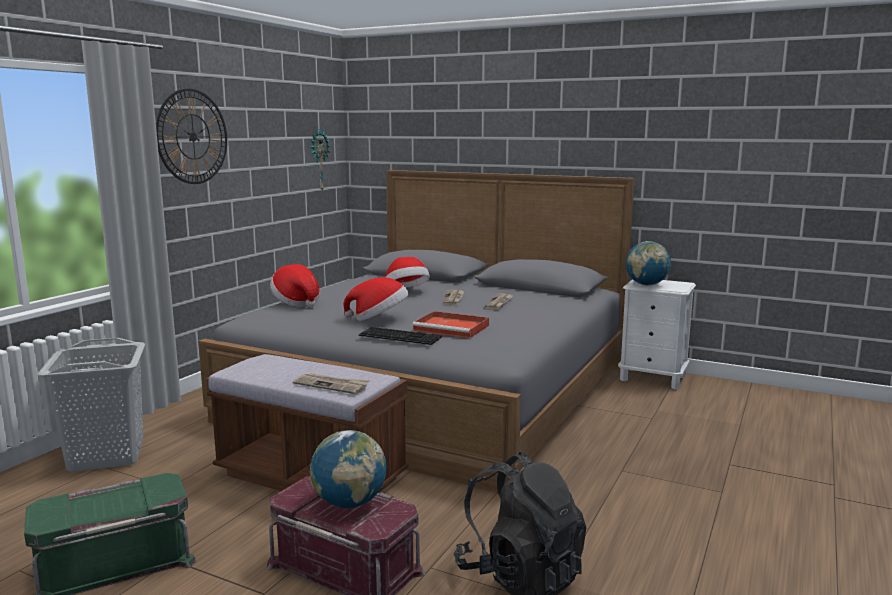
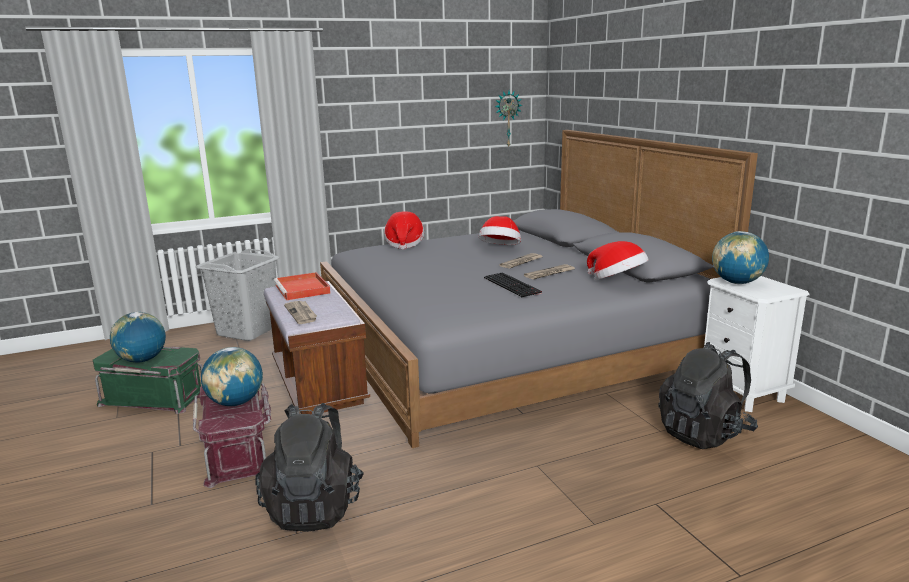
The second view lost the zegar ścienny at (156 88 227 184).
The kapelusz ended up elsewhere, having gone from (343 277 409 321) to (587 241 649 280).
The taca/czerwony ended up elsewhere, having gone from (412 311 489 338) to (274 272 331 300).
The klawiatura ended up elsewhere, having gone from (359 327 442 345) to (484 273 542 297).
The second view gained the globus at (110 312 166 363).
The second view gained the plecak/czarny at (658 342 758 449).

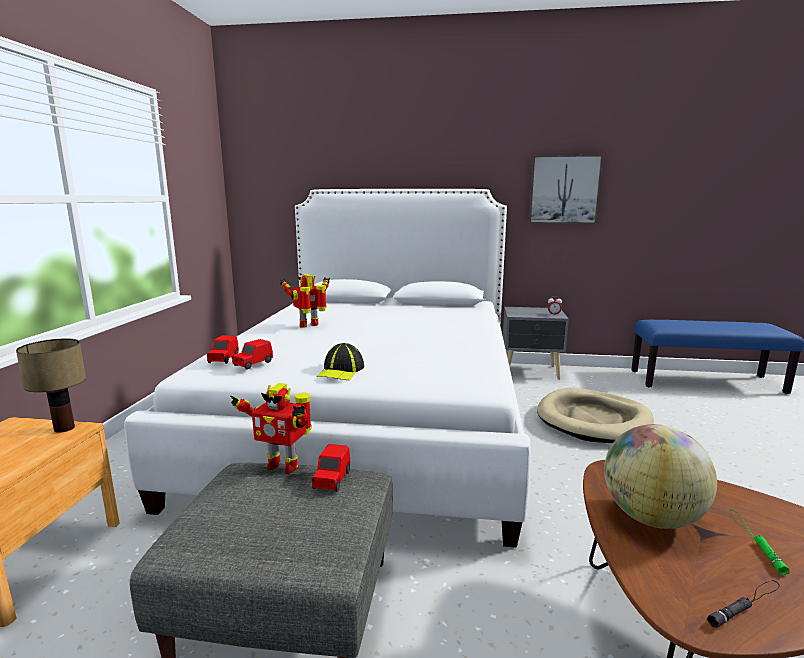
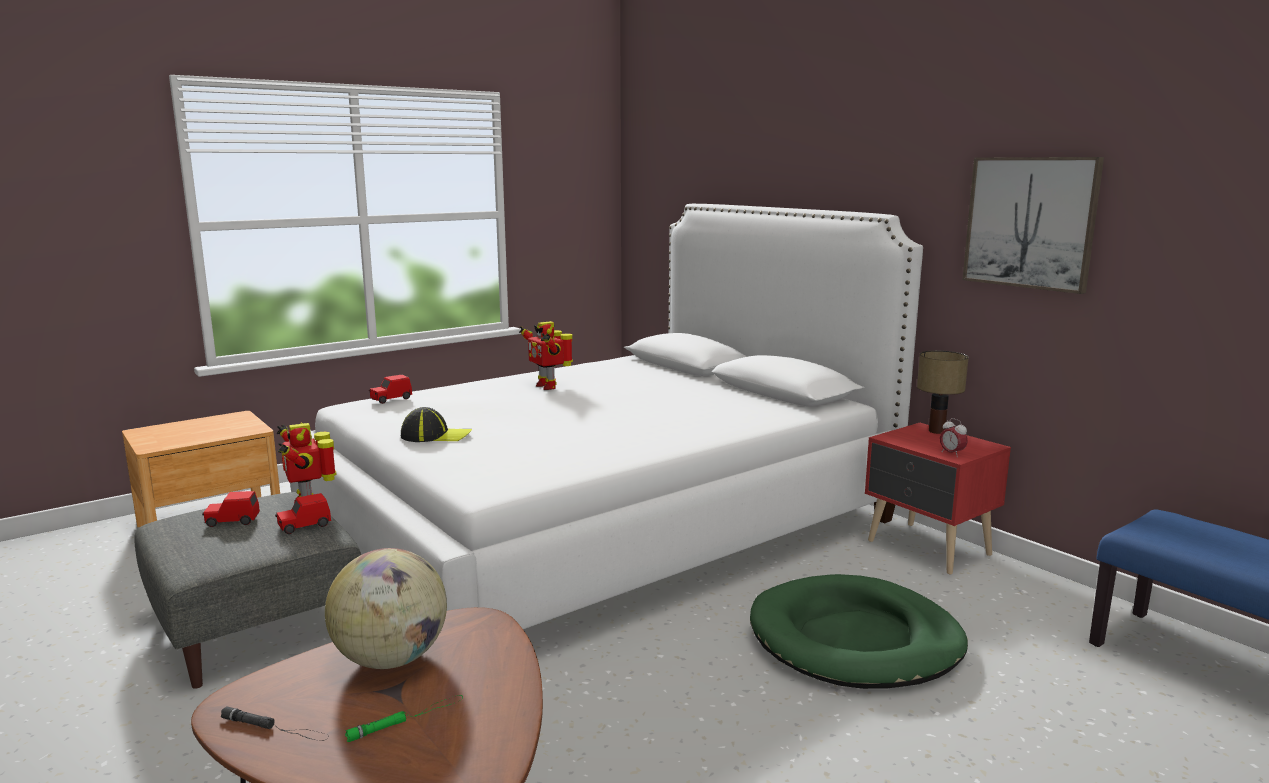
The robot zabawkowy at (280 274 330 328) ended up facing another way, 135 degrees counterclockwise from before.
What was the szafka nocna/szary at (503 307 569 380) turned into the szafka nocna/czerwony at (865 423 1011 575).
The lampa stołowa ended up elsewhere, having gone from (16 339 86 433) to (917 350 969 434).
The samochodzik/czerwony ended up elsewhere, having gone from (231 339 273 369) to (202 491 260 527).
The czapka z daszkiem at (316 343 364 380) ended up facing another way, 150 degrees counterclockwise from before.
What was the legowisko/beżowy at (537 387 654 443) turned into the legowisko/zielony at (750 574 968 689).

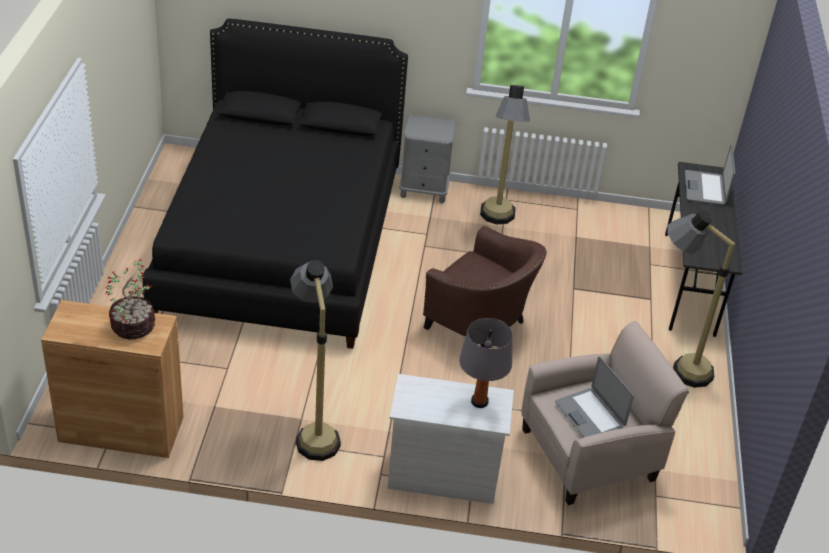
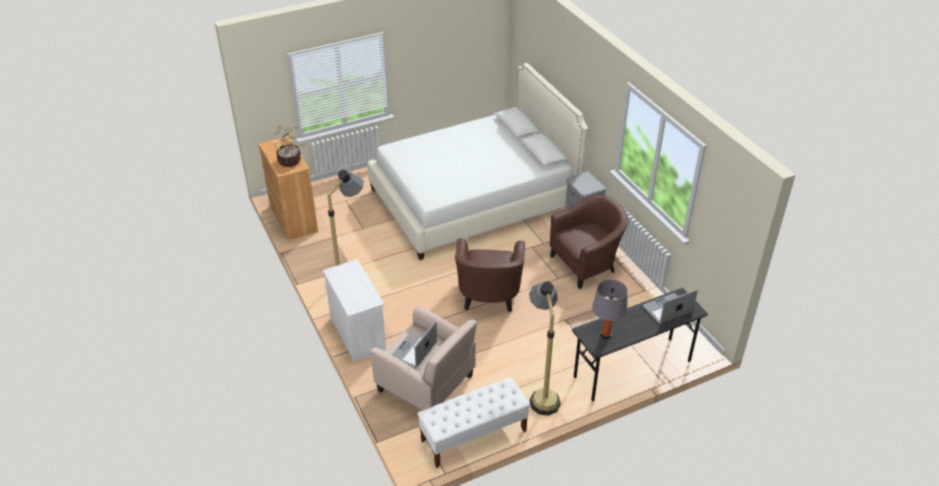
What was the łóżko/czarny at (143 19 408 349) turned into the łóżko/biały at (367 63 588 260).
Where the lampa stojąca stood at (480 85 530 225), the fotel/brązowy came to stand at (550 194 628 289).
The lampa stołowa/szary ended up elsewhere, having gone from (459 318 513 408) to (592 280 627 339).
The second view gained the ławka/biały at (417 377 530 468).

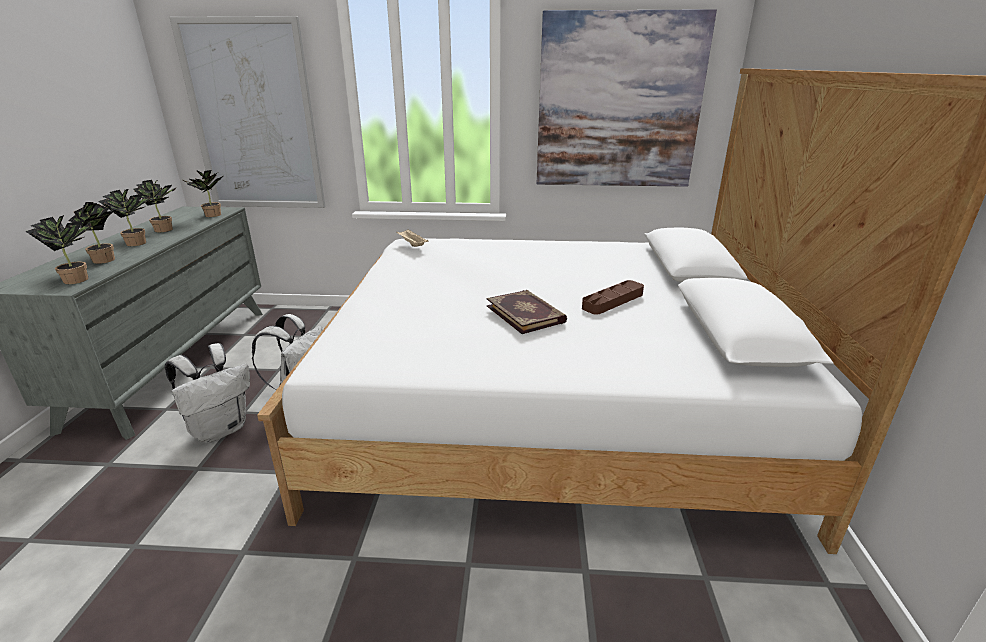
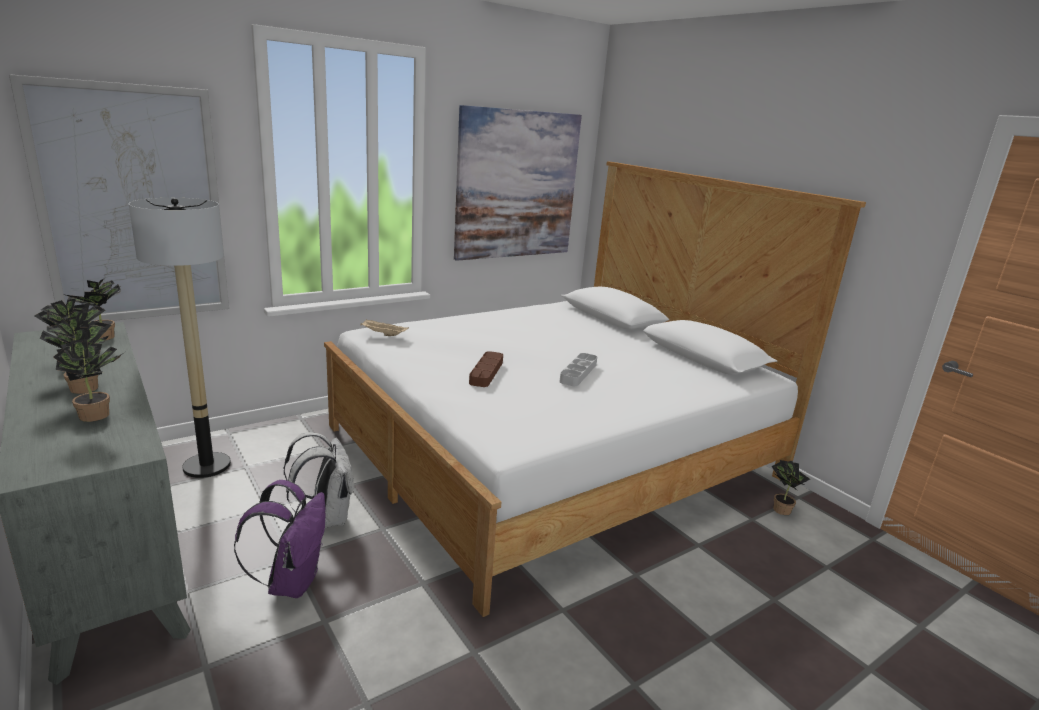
The roślina doniczkowa ended up elsewhere, having gone from (25 215 92 284) to (771 460 810 515).
The taca/brązowy ended up elsewhere, having gone from (582 280 644 315) to (469 351 503 387).
Where the książka stood at (487 290 567 334), the taca/szary came to stand at (560 353 597 386).
What was the plecak/biały at (165 343 250 443) turned into the plecak/fioletowy at (234 480 325 598).
The second view gained the lampa stojąca at (129 198 231 478).

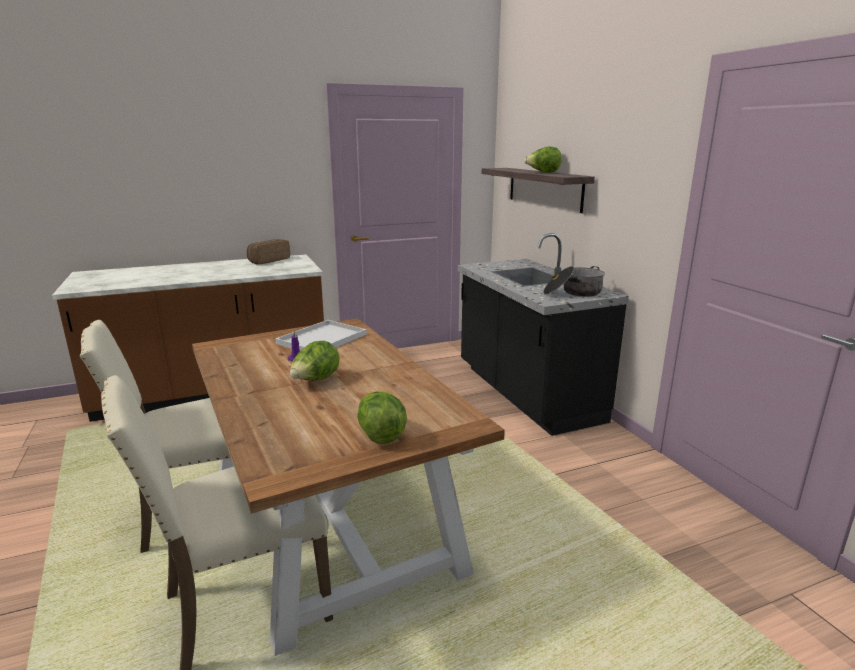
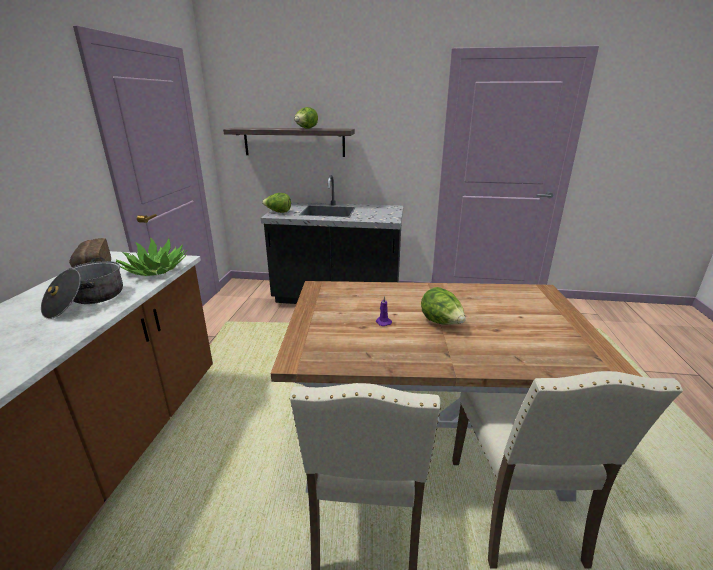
The garnek ended up elsewhere, having gone from (543 266 605 297) to (41 257 123 319).
The second view lost the taca/biały at (275 320 367 351).
The sałata ended up elsewhere, having gone from (357 392 407 444) to (262 193 291 213).
The second view gained the roślina doniczkowa at (116 237 187 276).

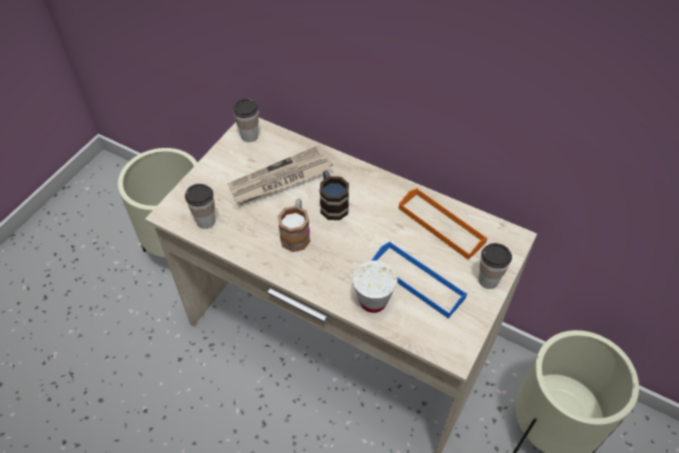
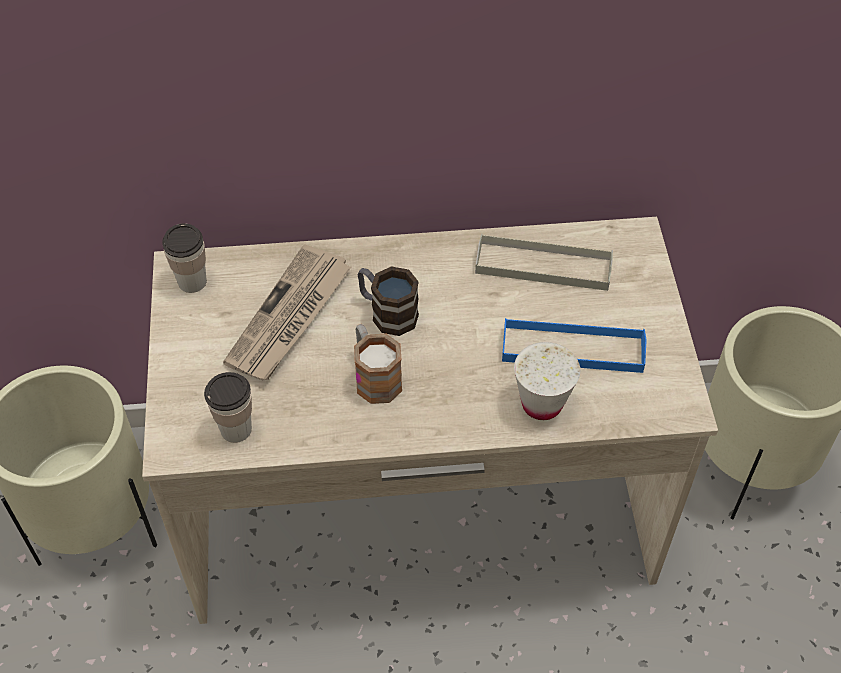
What was the taca/pomarańczowy at (399 188 488 260) turned into the taca/szary at (475 234 613 291).
The second view lost the filiżanka at (478 243 512 289).

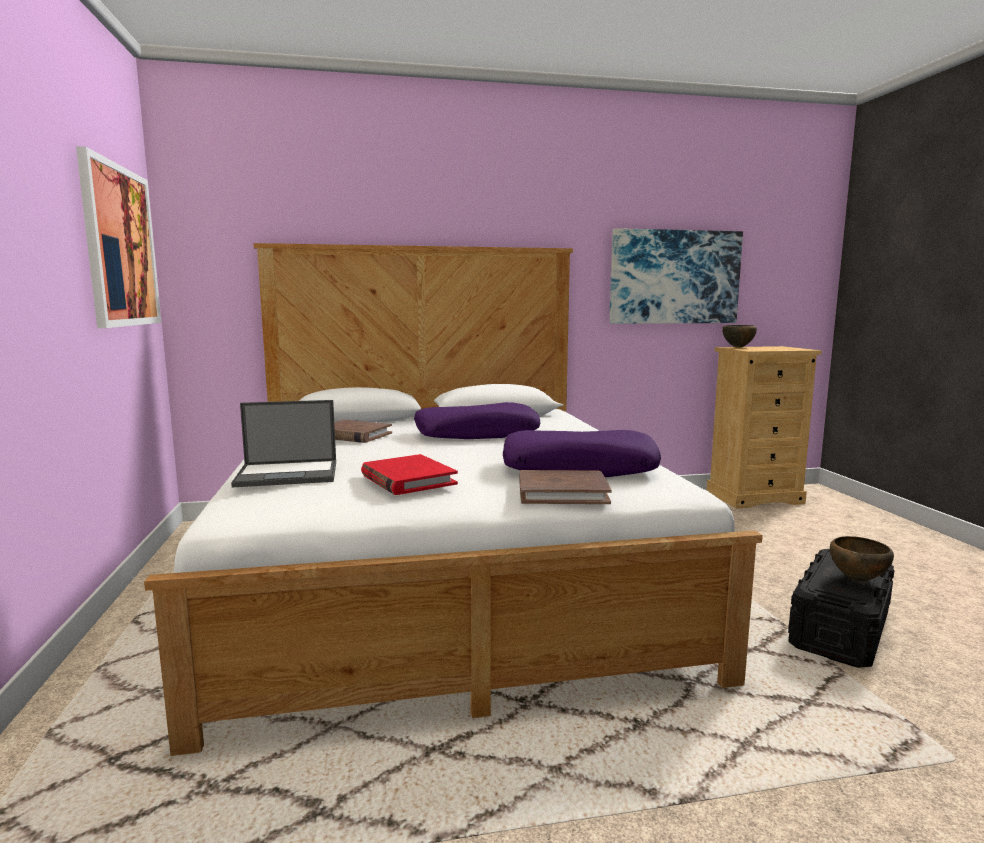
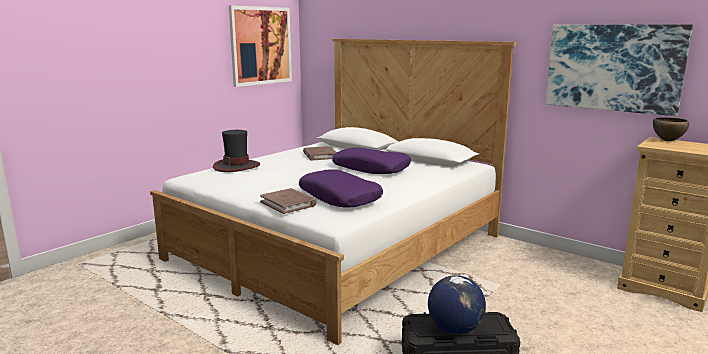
Where the laptop stood at (231 400 336 487), the kapelusz came to stand at (213 130 260 172).
The second view lost the książka/czerwony at (361 454 458 495).
Where the miska/brązowy stood at (830 536 894 582), the globus came to stand at (428 275 486 334).

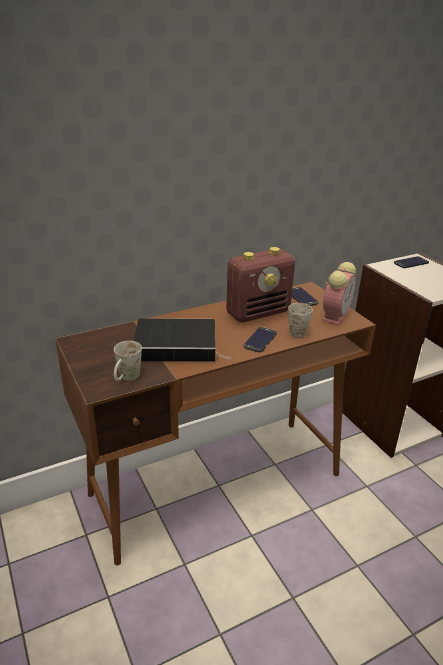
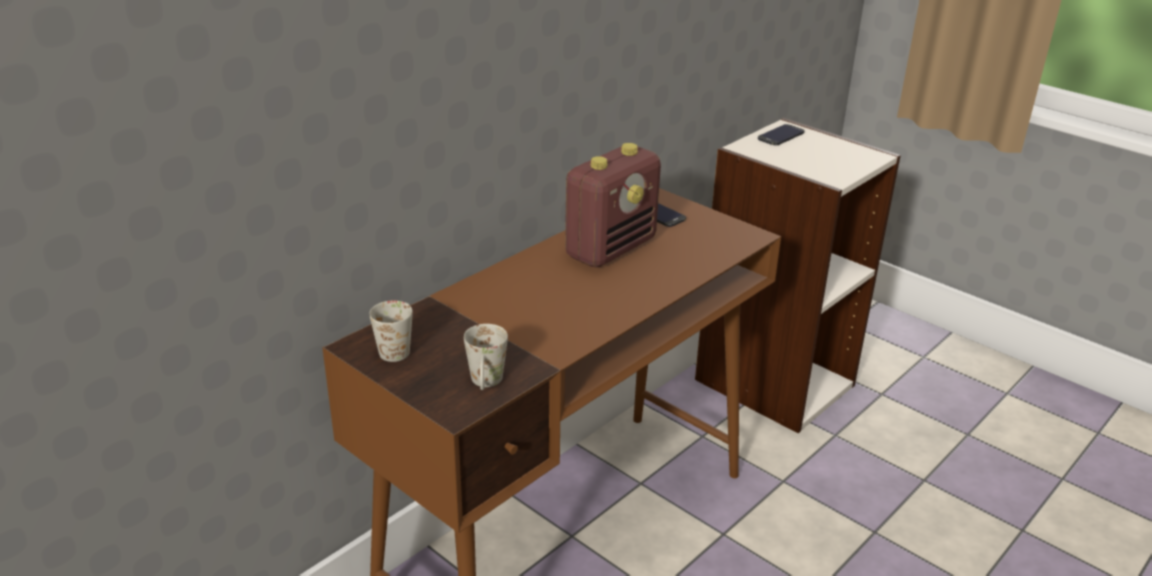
The second view lost the budzik at (322 262 356 325).
The kubek/biały ended up elsewhere, having gone from (288 303 313 337) to (369 301 413 362).
The second view lost the książka at (133 318 231 362).
The second view lost the telefon at (243 327 277 352).

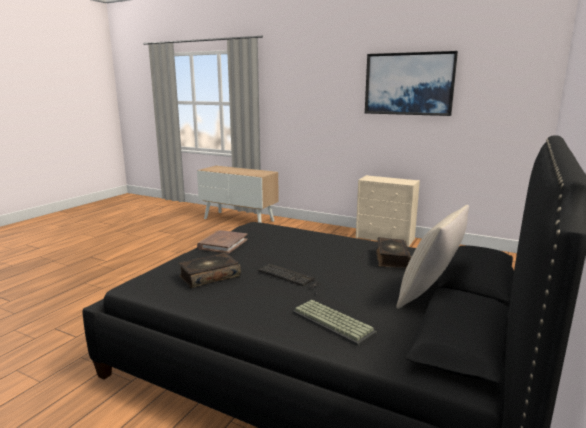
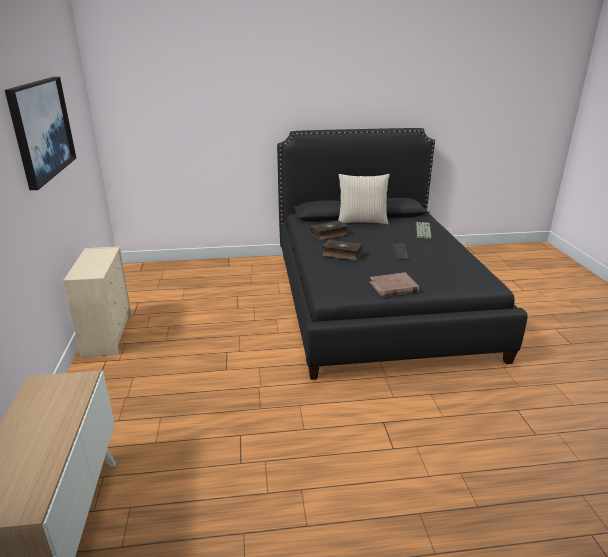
The książka ended up elsewhere, having gone from (178 252 241 288) to (322 240 363 260).

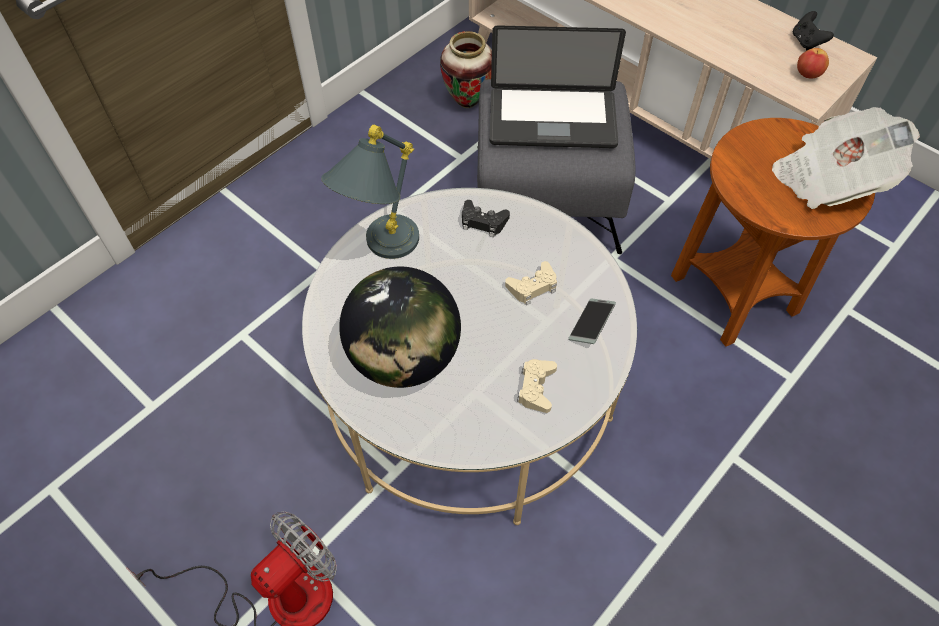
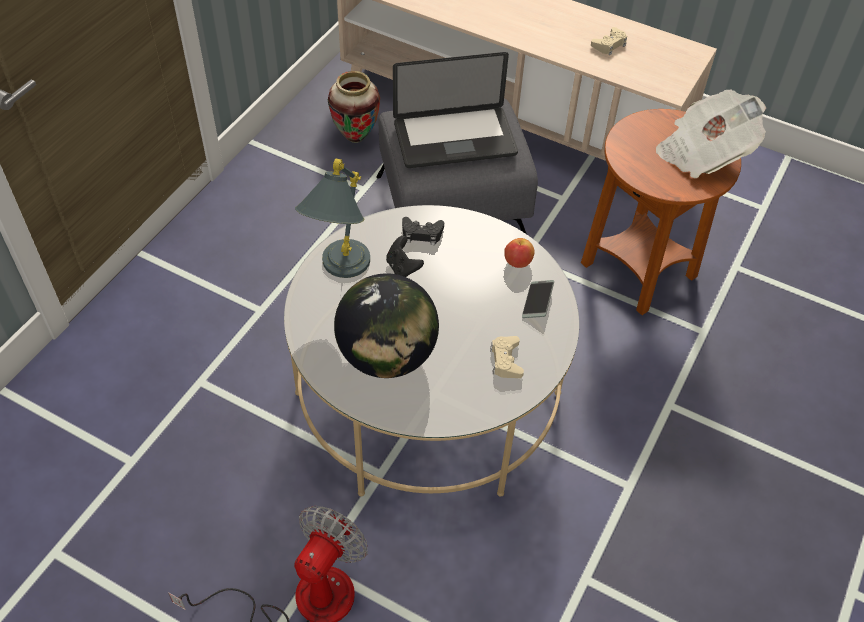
The pad do gier/czarny ended up elsewhere, having gone from (793 11 834 50) to (386 236 424 277).
The jabłko ended up elsewhere, having gone from (797 48 829 79) to (504 238 535 268).
The pad do gier/beżowy ended up elsewhere, having gone from (505 261 557 305) to (591 27 627 55).

